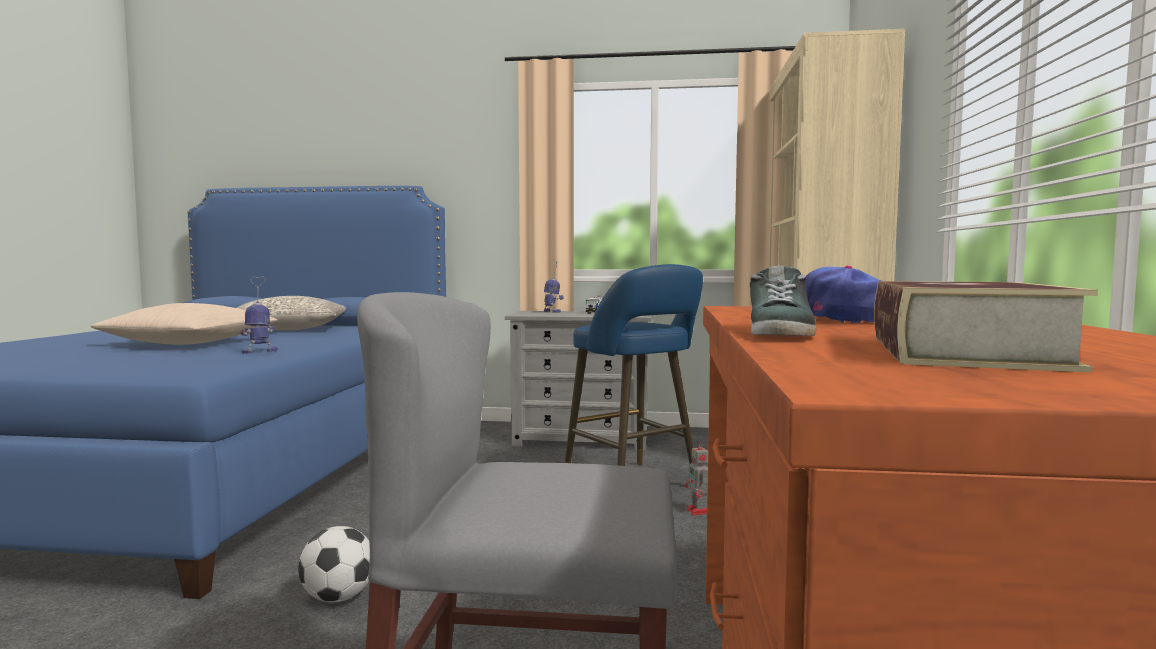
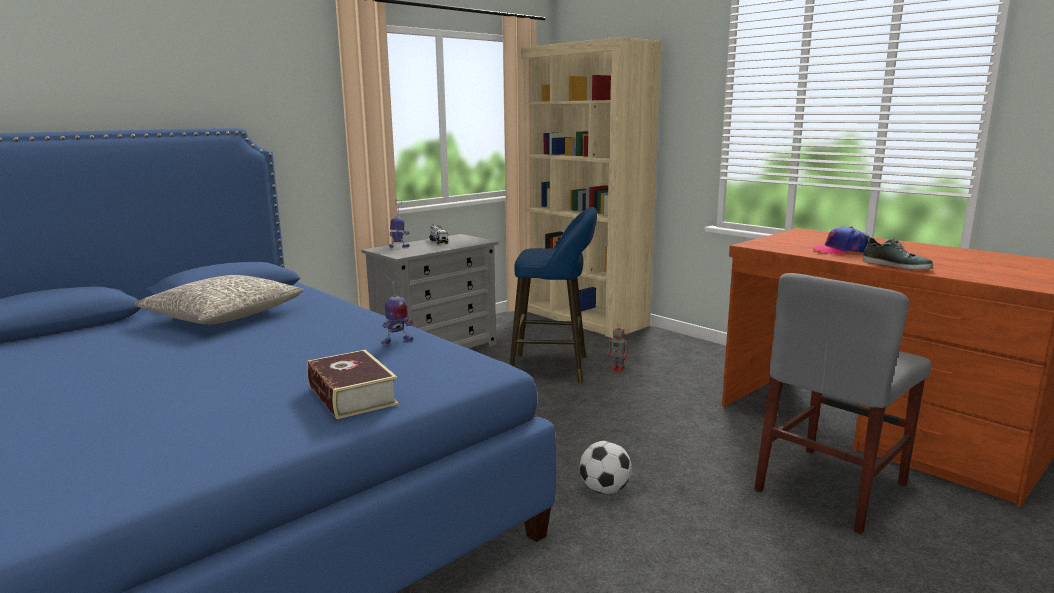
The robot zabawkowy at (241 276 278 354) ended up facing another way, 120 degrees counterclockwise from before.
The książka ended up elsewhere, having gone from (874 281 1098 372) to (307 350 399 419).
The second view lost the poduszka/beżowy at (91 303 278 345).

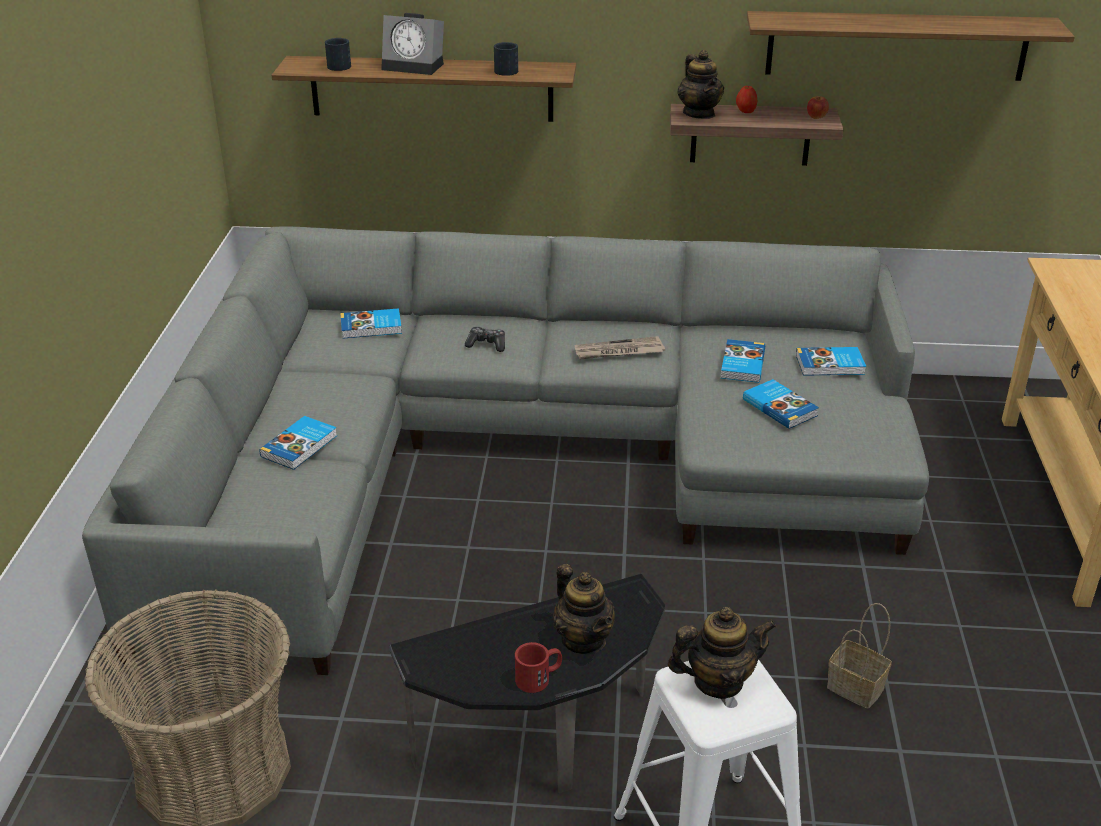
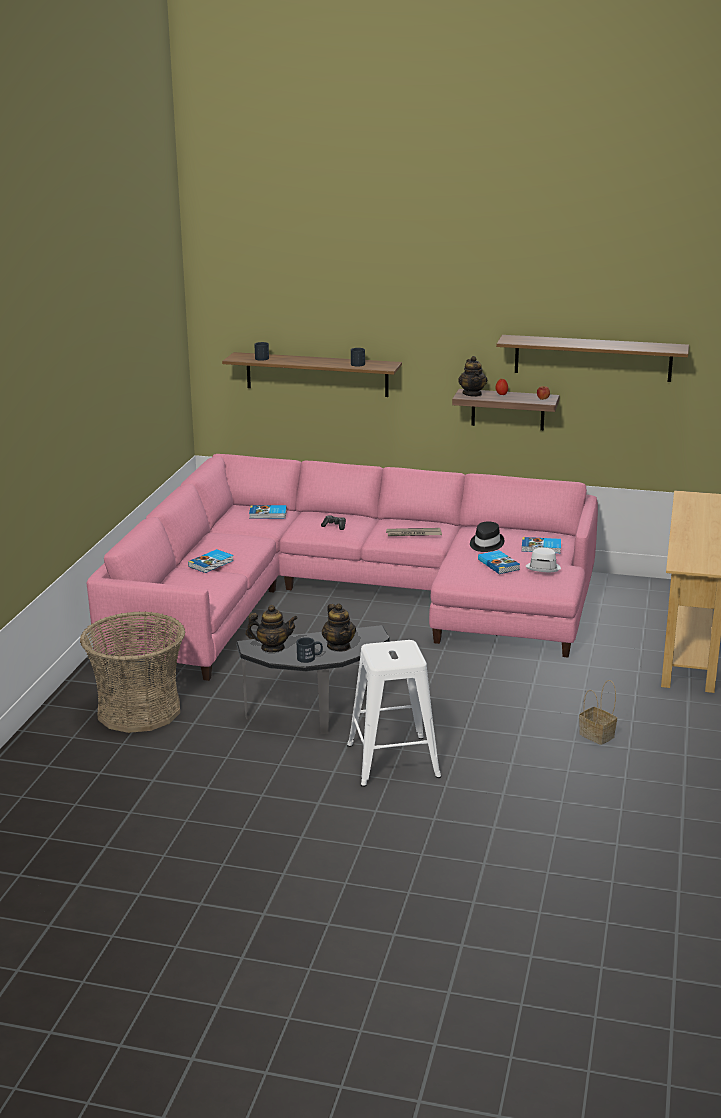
The second view lost the budzik at (381 13 444 75).
What was the kanapa/szary at (82 227 929 675) turned into the kanapa/różowy at (87 454 598 681).
Where the książka stood at (721 339 765 383), the kapelusz/czarny came to stand at (470 522 505 552).
The koszyk ended up elsewhere, having gone from (827 603 892 709) to (579 680 617 745).
The imbryk ended up elsewhere, having gone from (668 607 776 699) to (246 605 298 652).
What was the kubek/czerwony at (515 642 562 693) turned into the kubek/czarny at (297 637 323 663).
The second view gained the kapelusz/biały at (525 548 561 572).

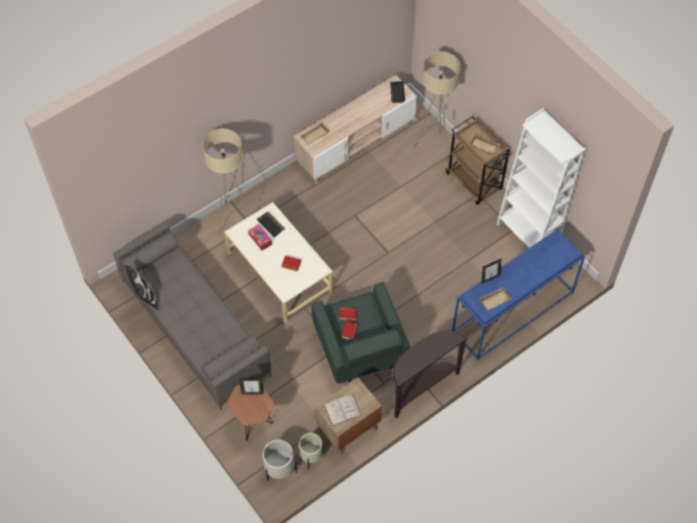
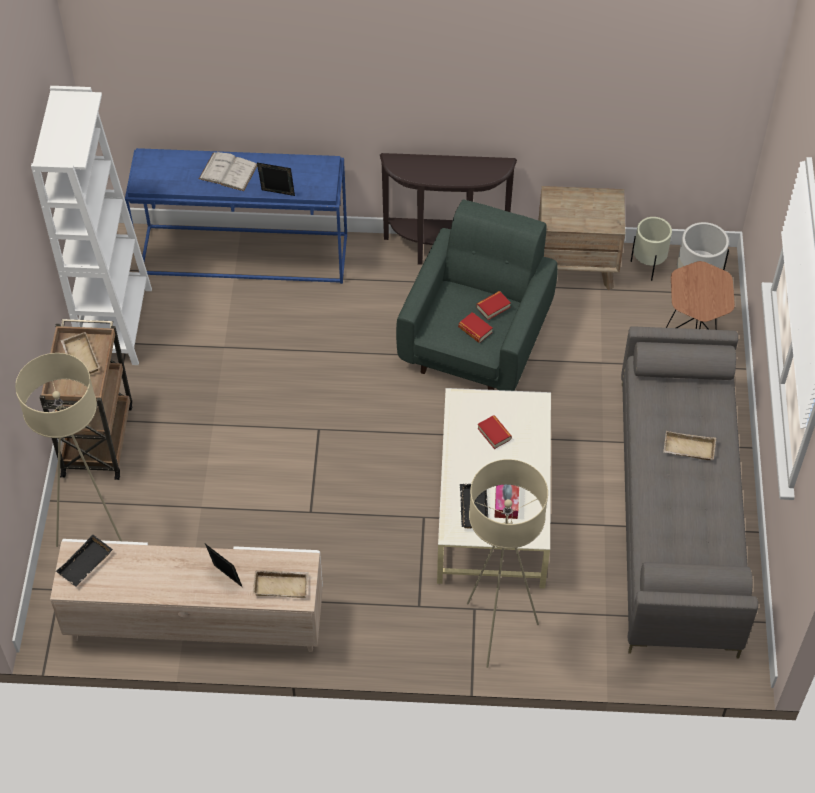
The second view lost the poduszka at (125 265 159 310).
The taca/beżowy ended up elsewhere, having gone from (479 287 512 311) to (663 431 716 460).
The ramka na zdjęcie ended up elsewhere, having gone from (239 378 264 394) to (205 544 243 588).
The książka/biały ended up elsewhere, having gone from (324 394 362 426) to (199 152 257 191).

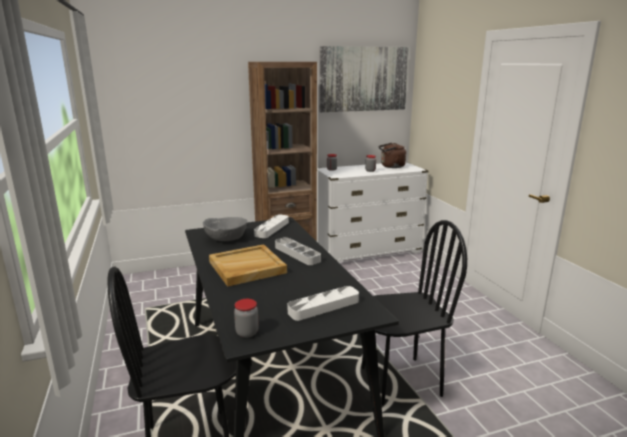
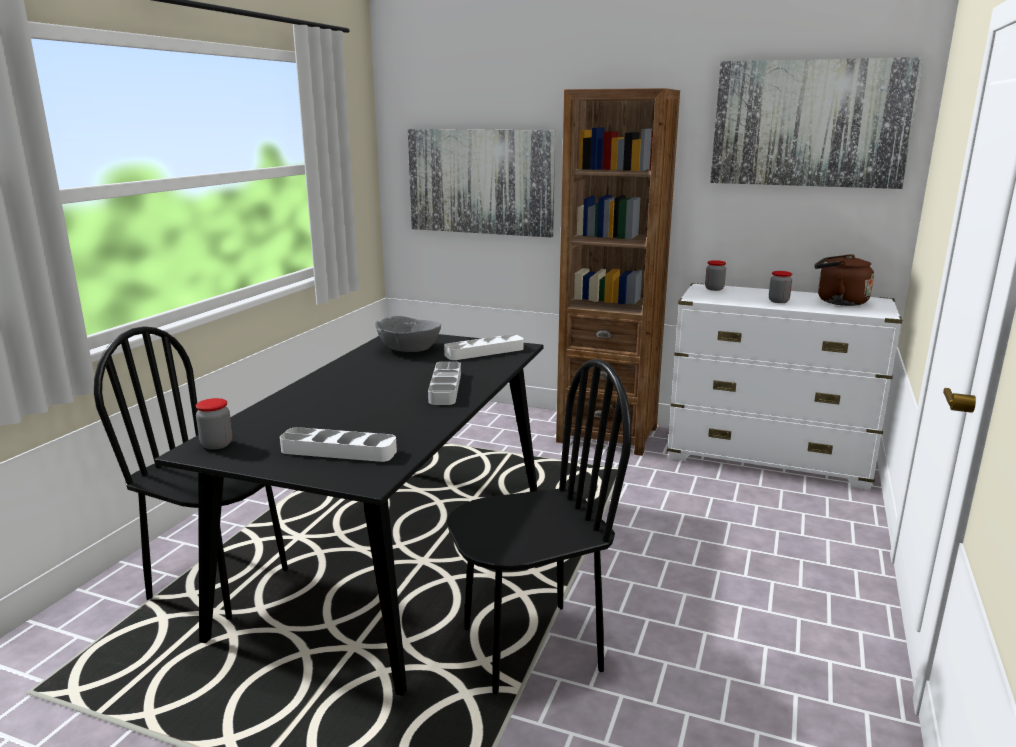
The krzesło/czarny at (361 220 467 405) ended up facing another way, 45 degrees counterclockwise from before.
The second view lost the taca/beżowy at (209 244 287 287).
The second view gained the obraz at (408 129 555 237).

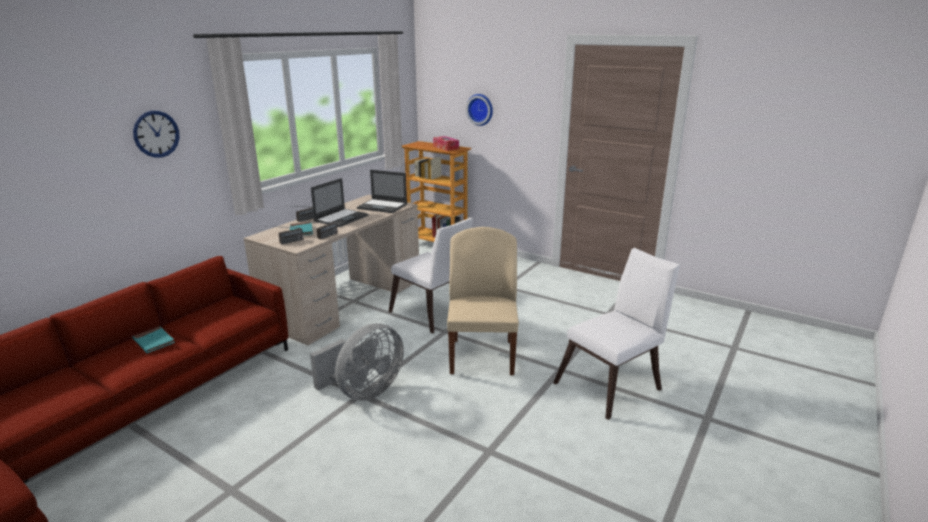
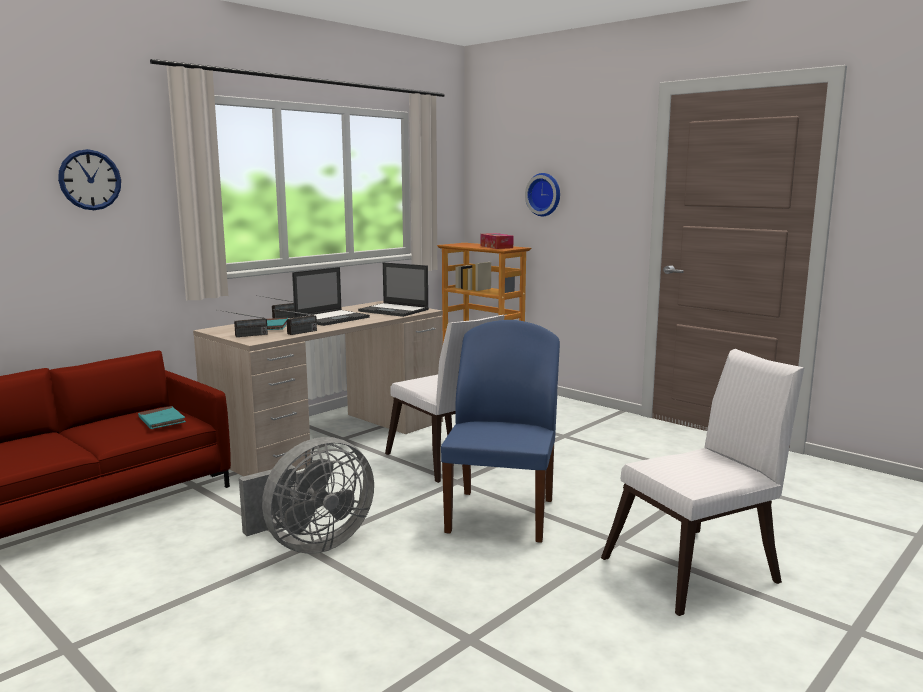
What was the krzesło/beżowy at (447 227 519 375) turned into the krzesło/niebieski at (441 320 560 543).
The książka/turkusowy ended up elsewhere, having gone from (133 326 175 353) to (138 406 186 429).

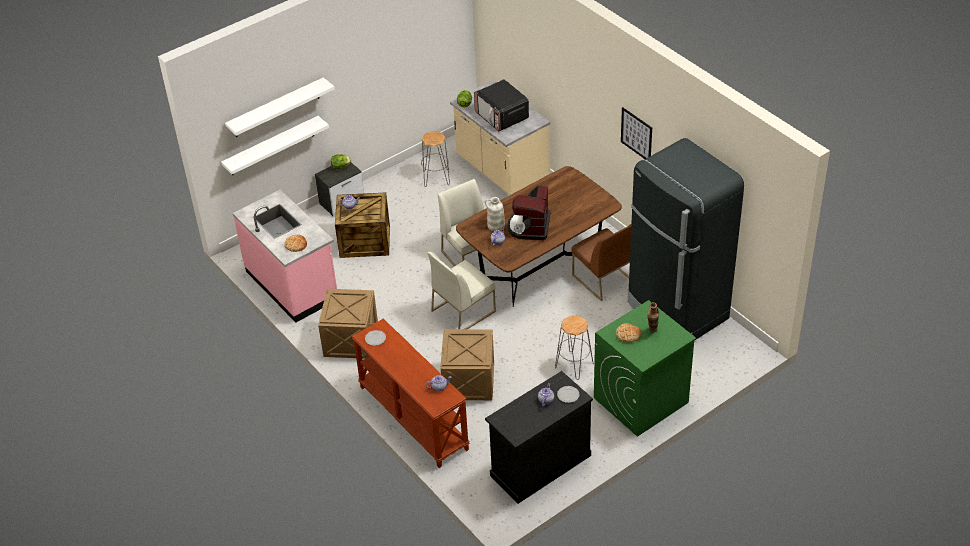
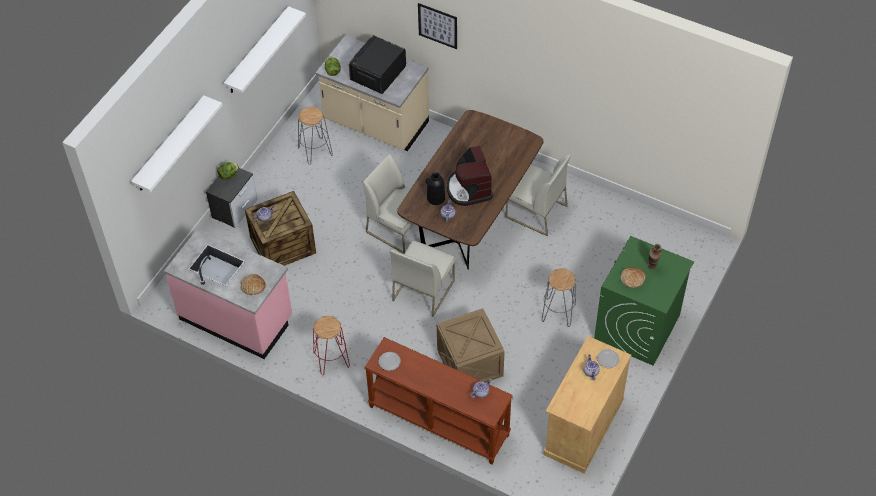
The mikrofalówka at (474 79 529 131) ended up facing another way, 90 degrees clockwise from before.
The obraz ended up elsewhere, having gone from (621 107 652 159) to (418 3 457 49).
The półka/biały ended up elsewhere, having gone from (221 116 329 175) to (224 6 306 93).
The second view lost the lodówka/czarny at (628 138 744 341).
What was the wazon/biały at (485 197 505 231) turned into the wazon/czarny at (426 172 445 205).
What was the krzesło/brązowy at (571 224 631 301) turned into the krzesło/biały at (505 154 571 236).
Where the skrzynka stood at (318 289 378 359), the stołek/czerwony came to stand at (313 316 350 375).
What was the szafka/czarny at (485 371 593 504) turned into the szafka/beżowy at (543 336 631 473).

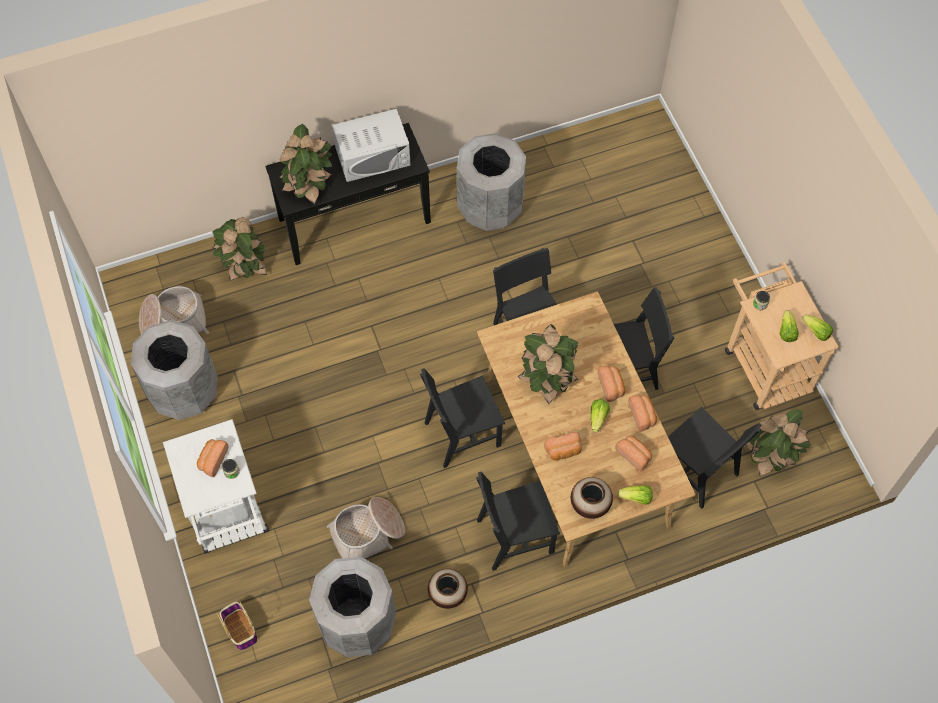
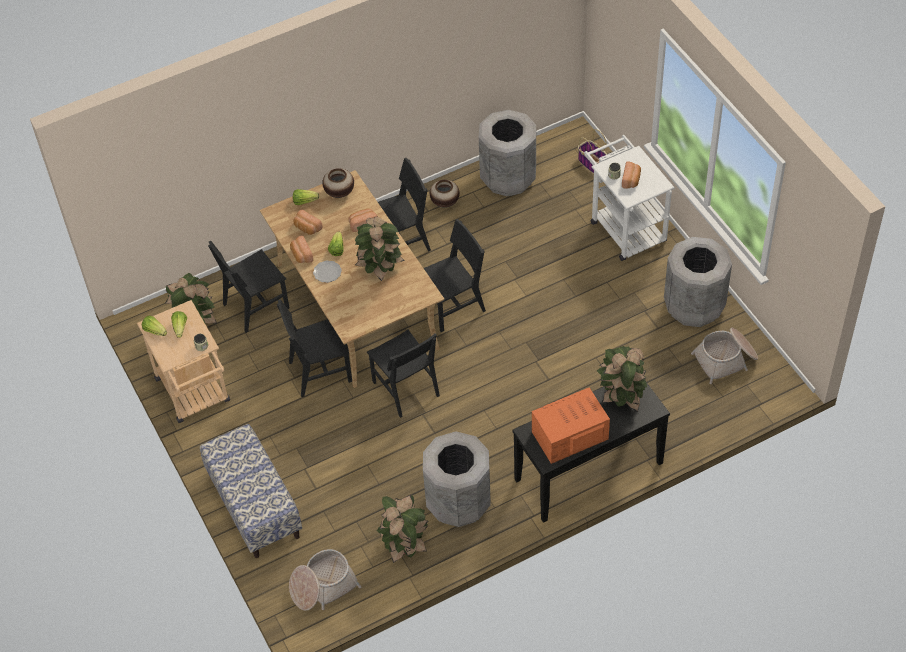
What was the mikrofalówka/biały at (332 109 411 182) turned into the mikrofalówka/pomarańczowy at (532 387 610 464).
The roślina doniczkowa ended up elsewhere, having gone from (213 217 267 281) to (376 495 428 563).
Where the chleb stood at (598 366 625 402), the talerz came to stand at (313 261 342 283).
The krzesło/czarny at (668 407 761 509) ended up facing another way, 75 degrees counterclockwise from before.
The koszyk ended up elsewhere, having gone from (327 497 405 559) to (289 549 362 611).
The second view gained the ławka at (200 424 302 558).

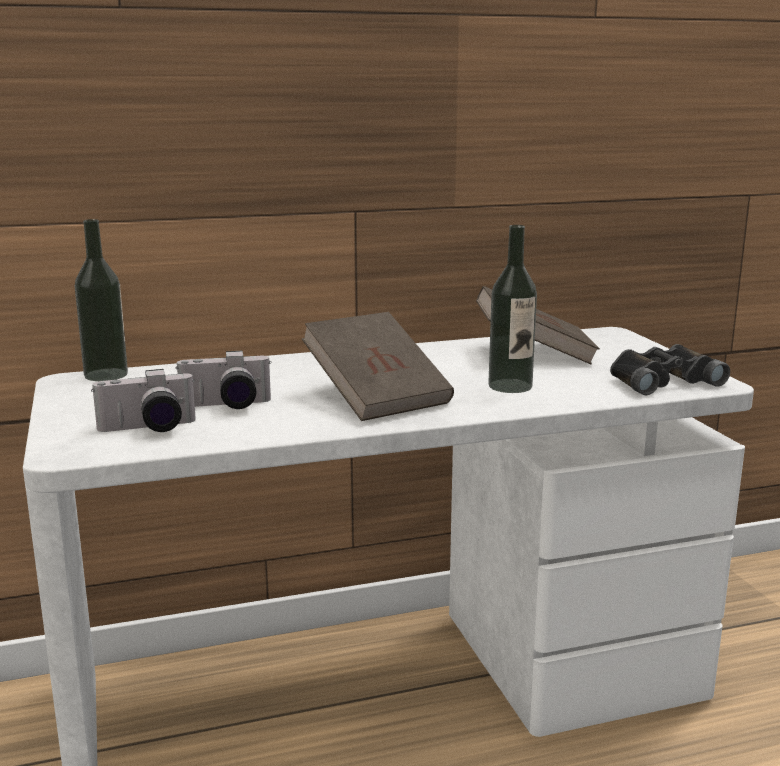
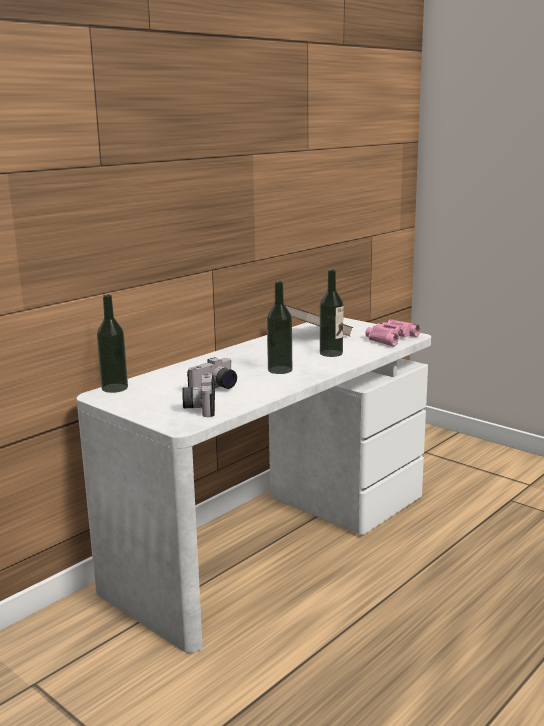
Where the książka/brązowy stood at (302 312 454 421), the butelka came to stand at (267 281 292 374).
What was the lornetka/czarny at (610 344 730 395) turned into the lornetka/różowy at (365 319 420 346).
The aparat fotograficzny at (91 369 196 432) ended up facing another way, 135 degrees clockwise from before.

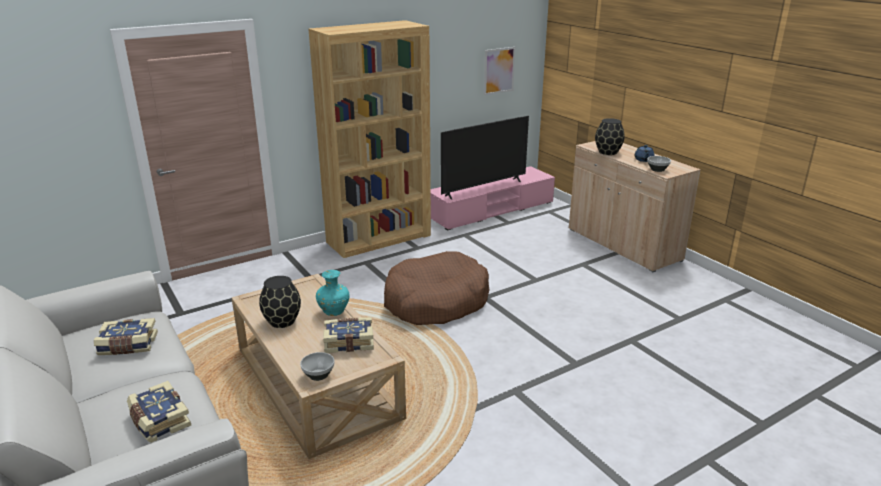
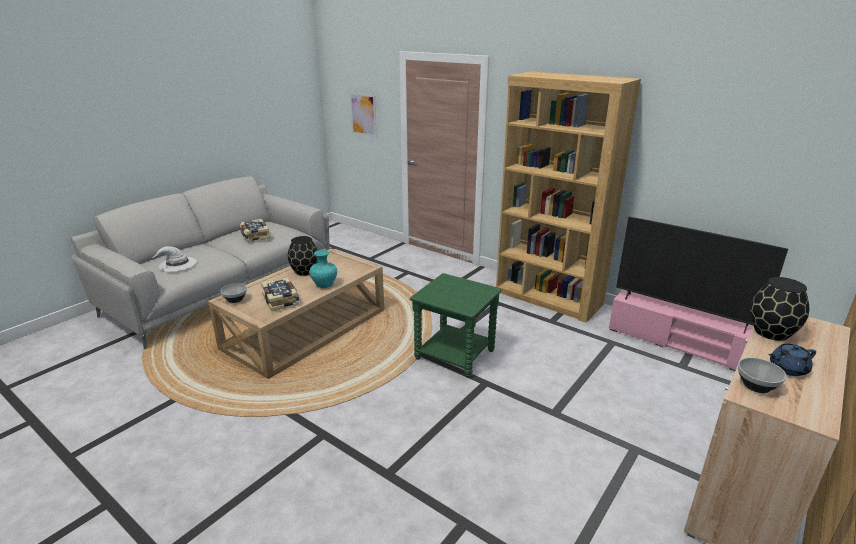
The obraz ended up elsewhere, having gone from (484 47 515 95) to (350 93 377 137).
Where the legowisko/brązowy stood at (384 251 489 325), the stolik/zielony came to stand at (410 273 502 378).
Where the książka stood at (127 381 191 443), the kapelusz/biały came to stand at (152 246 197 272).

